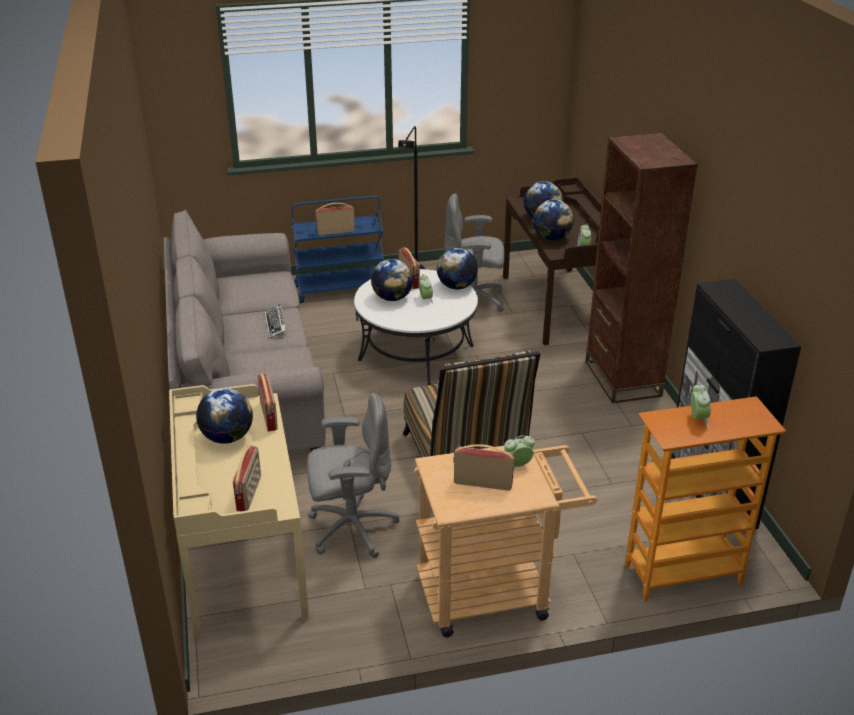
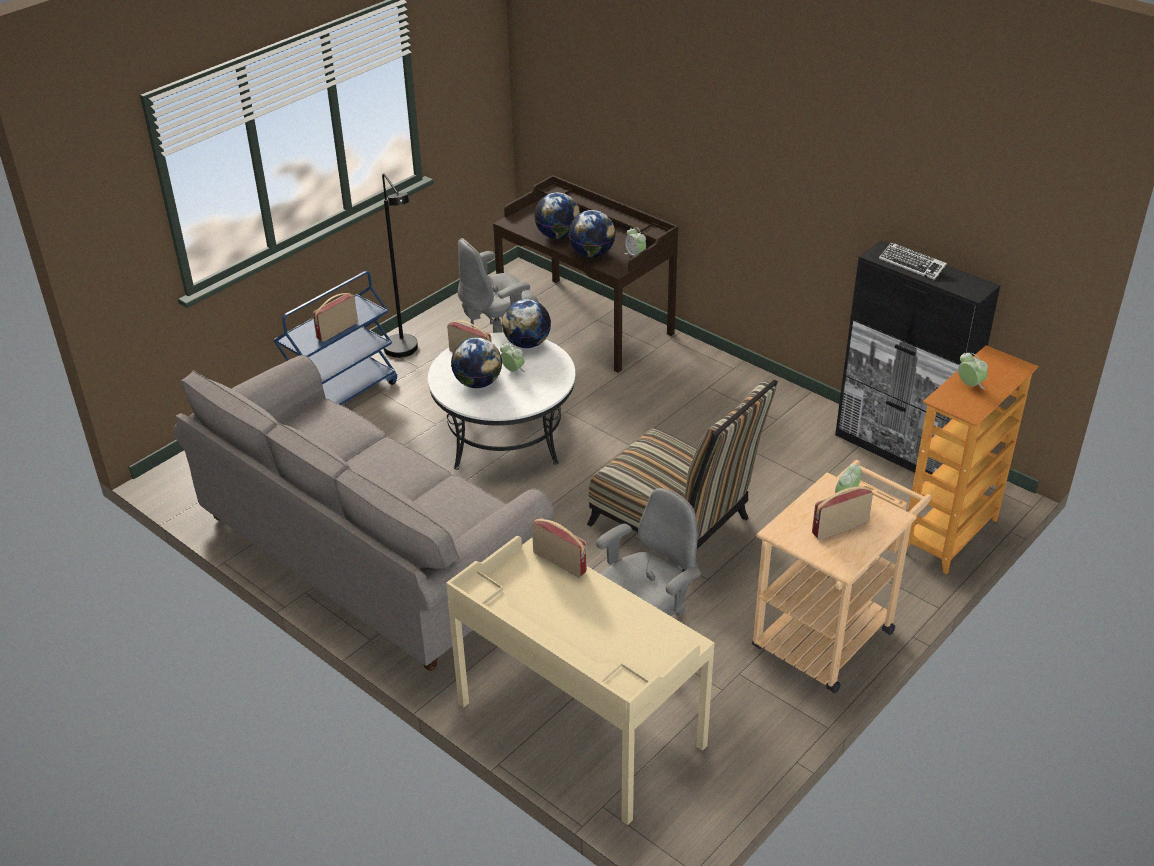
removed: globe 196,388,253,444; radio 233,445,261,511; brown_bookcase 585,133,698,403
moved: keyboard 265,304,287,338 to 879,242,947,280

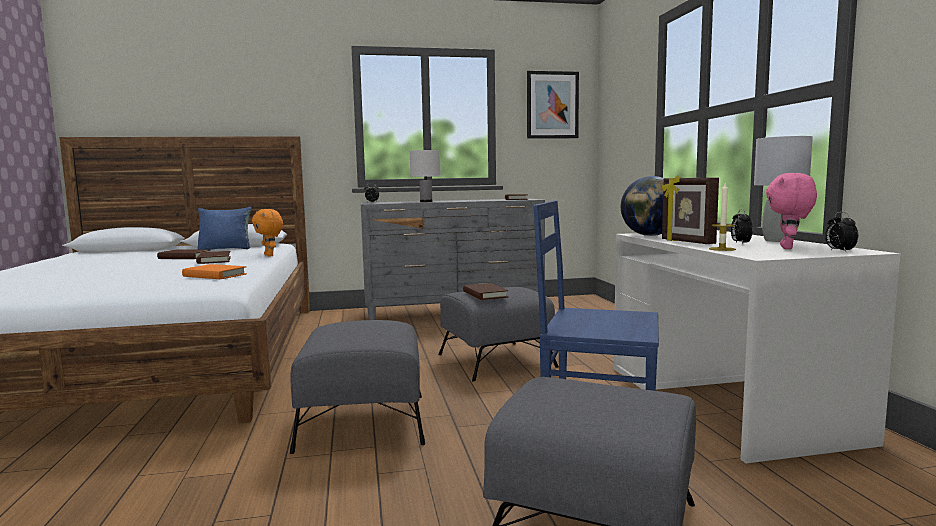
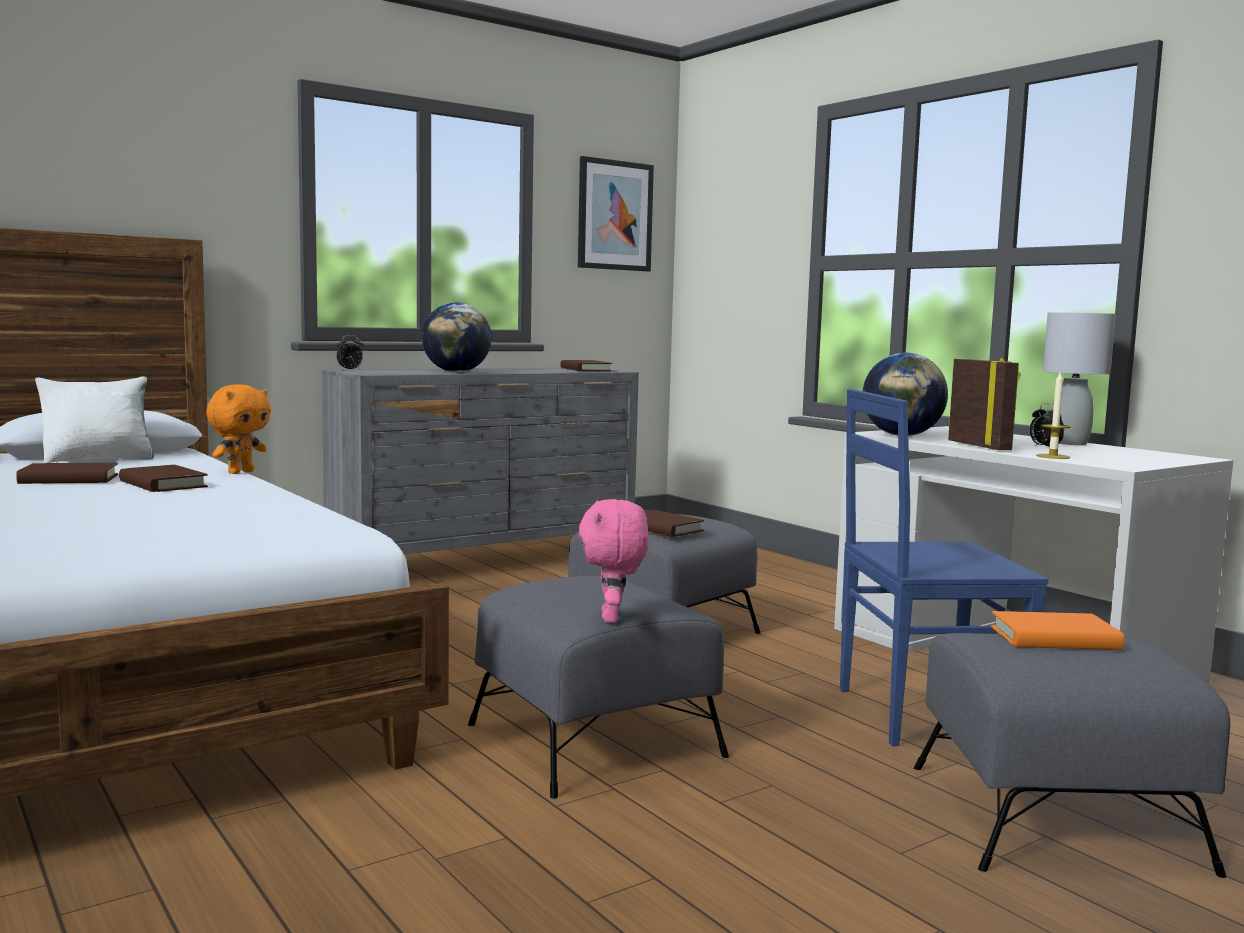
removed: alarm_clock 825,212,858,252
moved: orange_book 182,264,247,279 to 991,611,1124,650; pink_plush_toy 766,173,817,249 to 579,499,649,623
replaced: white_table_lamp 409,150,441,202 to globe 422,302,492,372
recoloured: blue_pillow 198,207,252,250 to white_pillow 35,376,154,463
turned: orange_plush_toy 252,209,283,256 = 206,384,271,474 90 degrees counterclockwise; picture_frame 662,175,719,244 = 948,357,1021,450 150 degrees counterclockwise

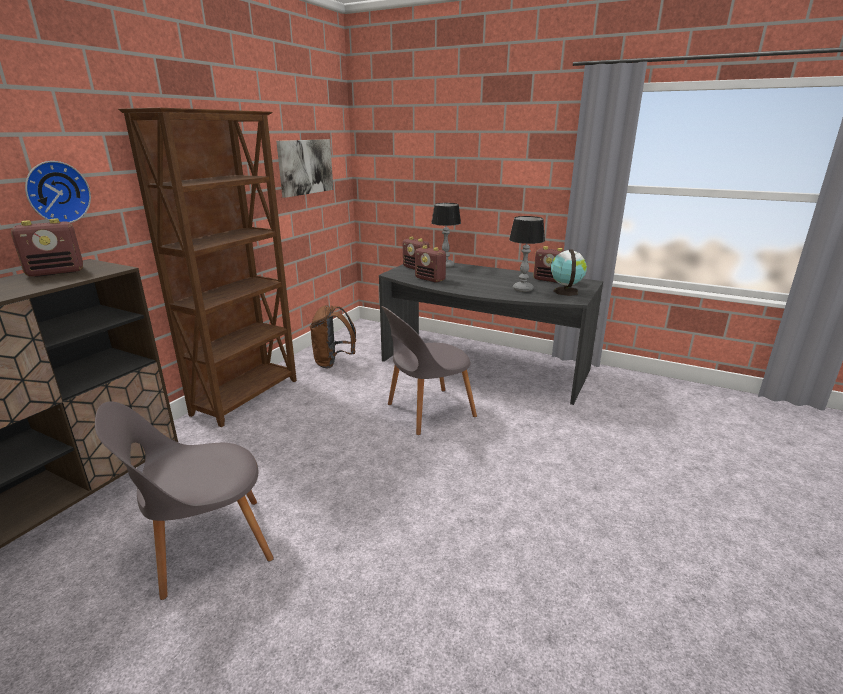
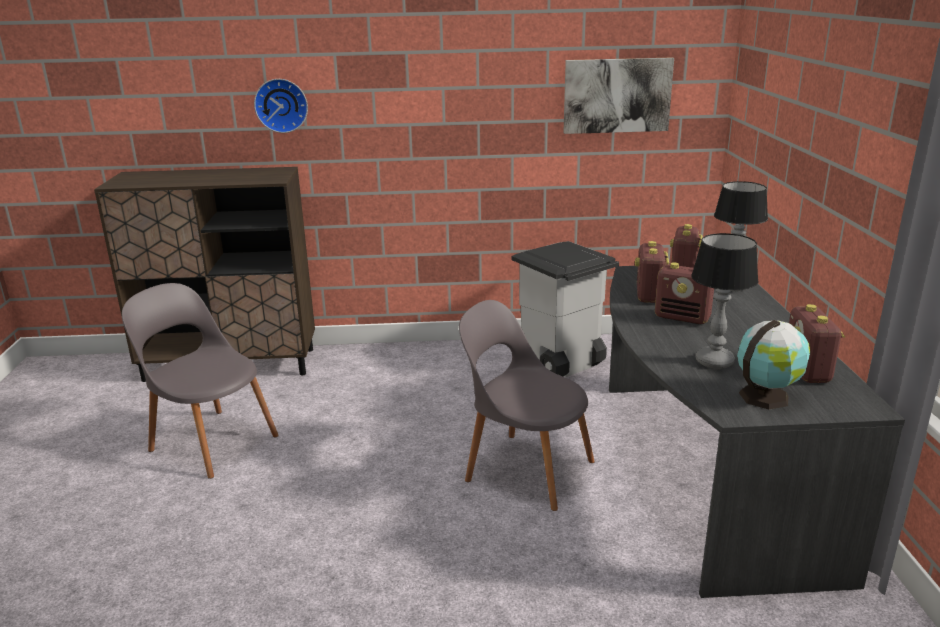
removed: brown_bookcase 118,108,297,427
moved: radio 11,218,83,277 to 655,262,714,324
replaced: brown_backpack 310,305,356,368 to grey_trash_can 512,241,619,377

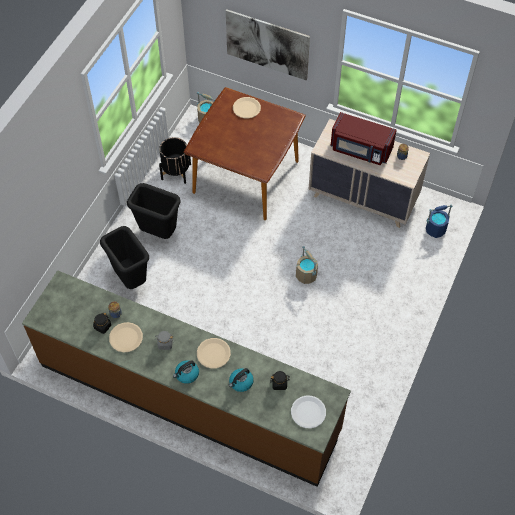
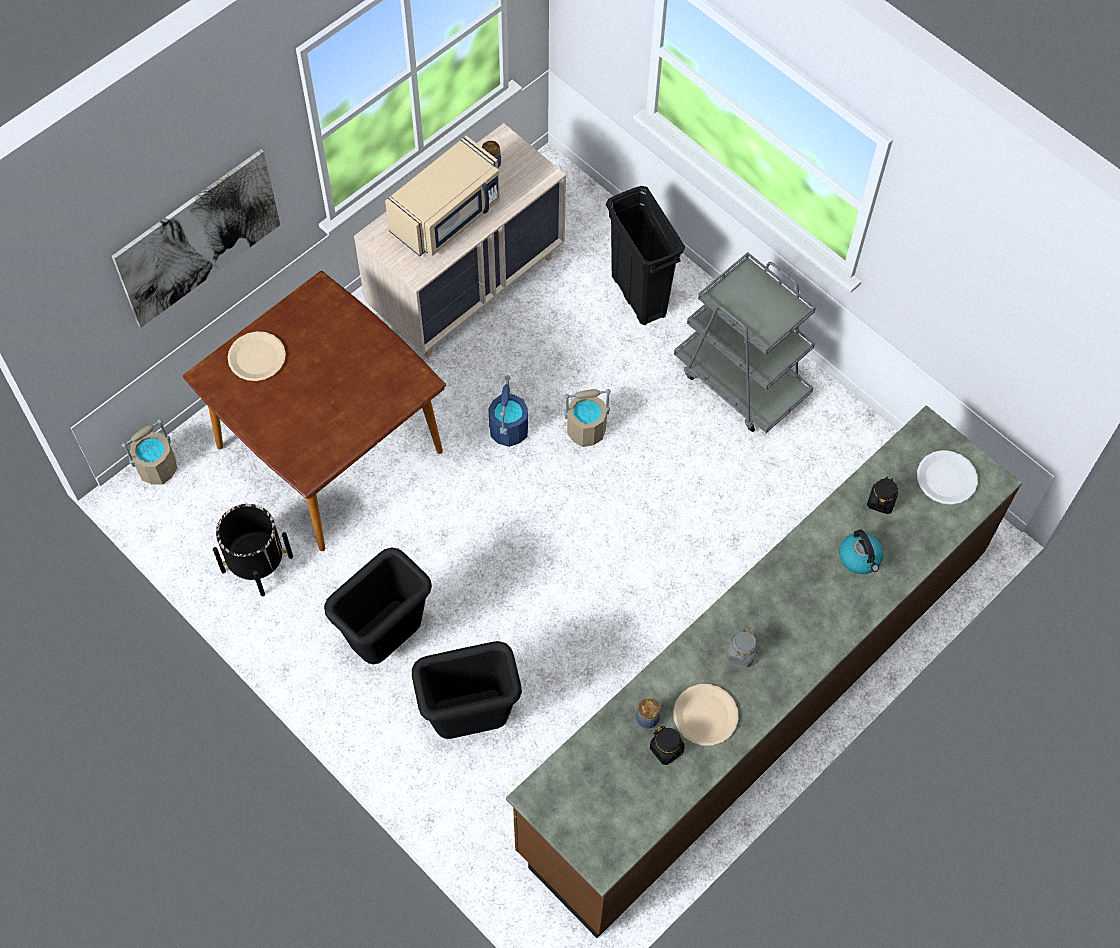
removed: kettle 173,360,199,384; beige_plate 197,338,231,368
added: black_trash_can 606,186,685,325; grey_cart 674,252,816,433
moved: blue_bucket 426,205,453,238 to 488,375,528,447
recoloured: red_microwave 331,112,397,165 to beige_microwave 385,135,500,256

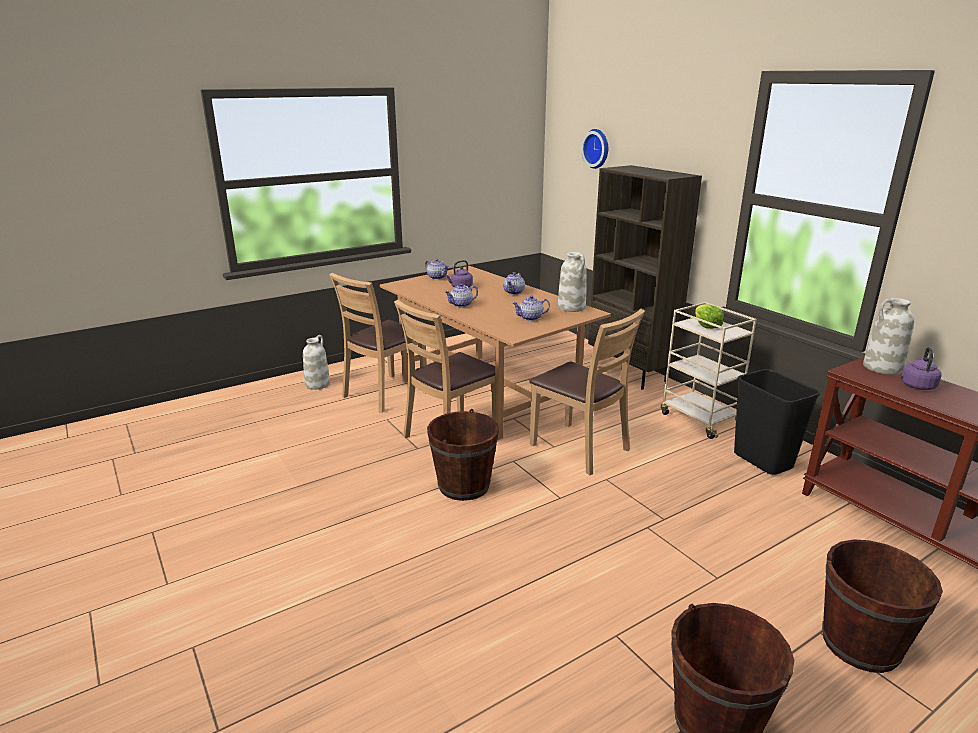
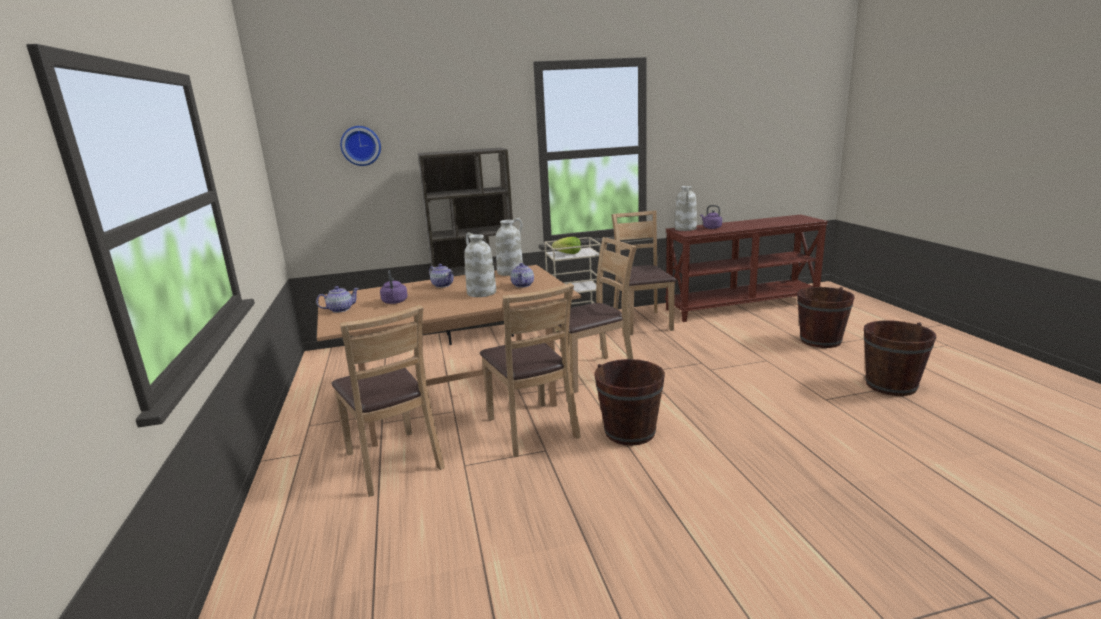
removed: teapot 444,283,478,307
moved: white_vase 303,335,330,390 to 465,232,496,297
replaced: black_trash_can 734,369,820,475 to brown_chair 612,211,676,335

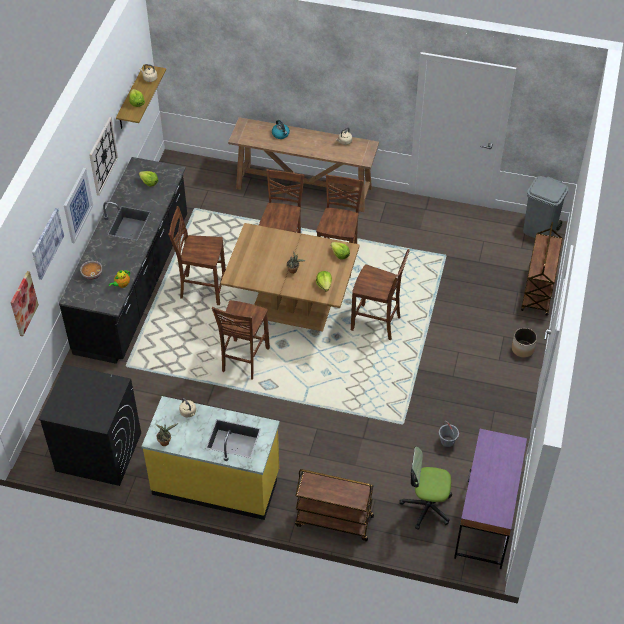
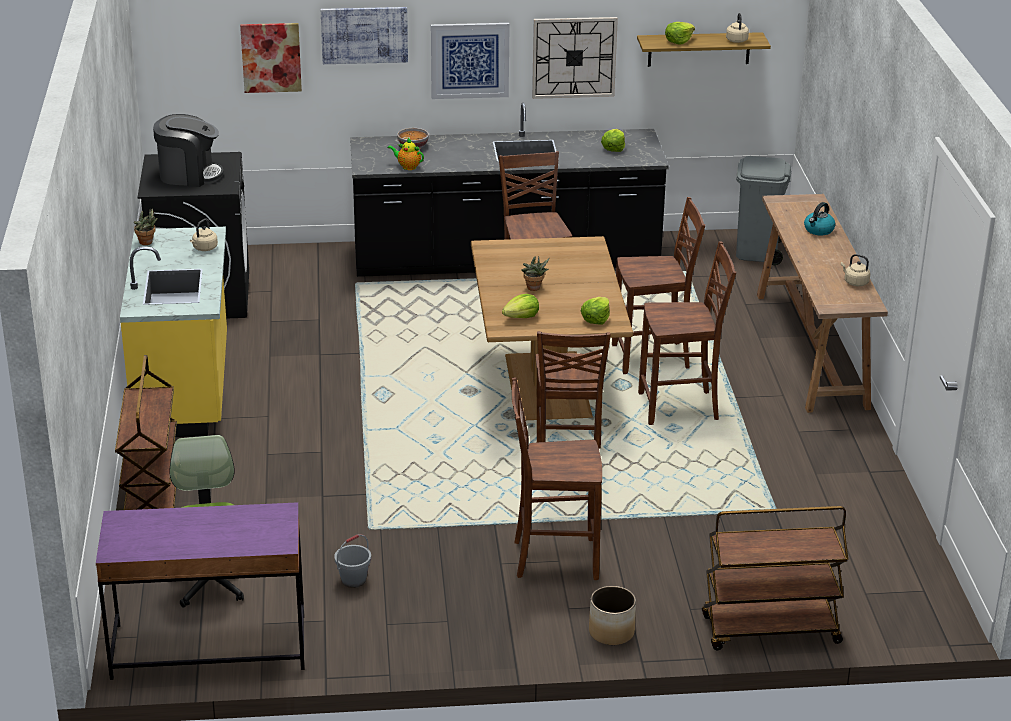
added: coffee_machine 153,114,223,187
moved: brown_chair 212,300,270,379 to 512,377,602,580; grey_trash_can 523,176,568,238 to 736,156,791,265

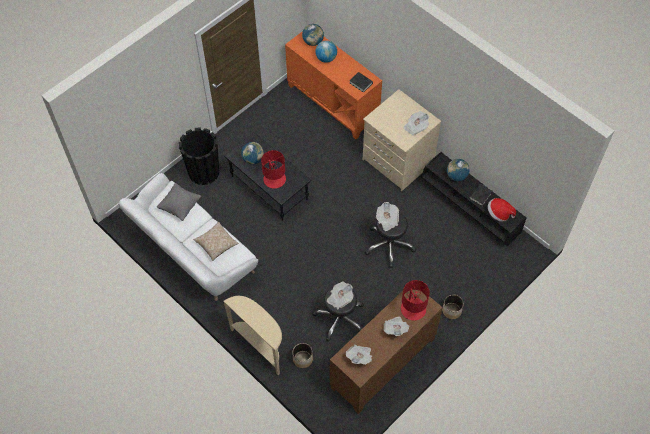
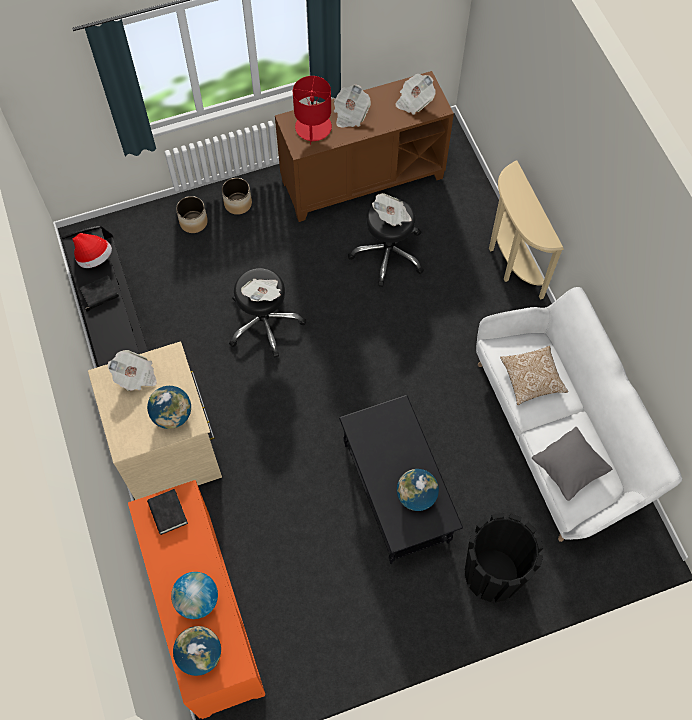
removed: red_table_lamp 261,150,286,189
moved: planter 292,343,313,368 to 176,196,208,233; globe 447,159,469,181 to 147,386,191,429

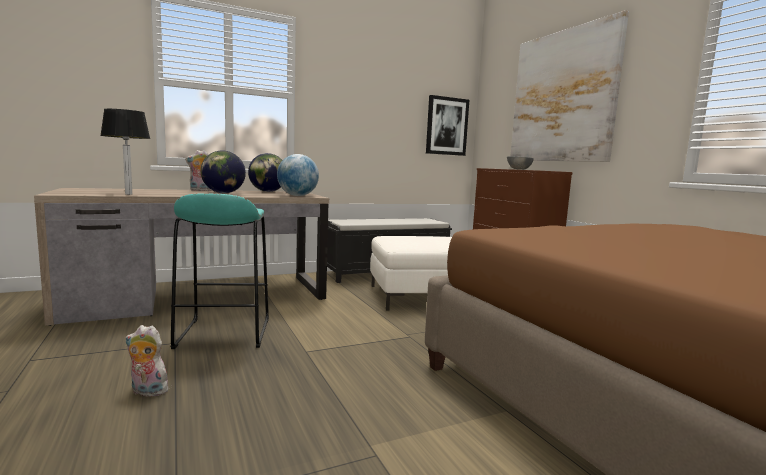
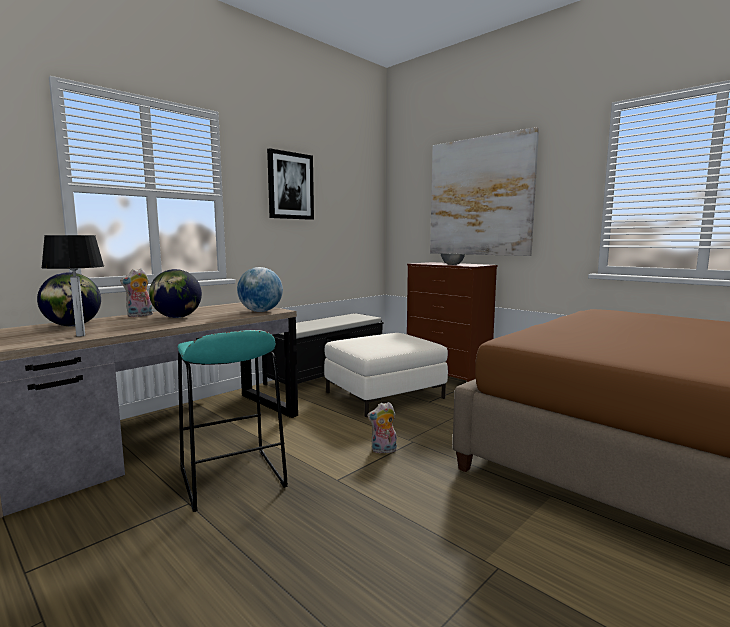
moved: plush_toy 125,325,168,397 to 367,402,397,454; globe 248,153,282,192 to 37,272,101,326; picture 426,95,469,156 to 267,148,314,220

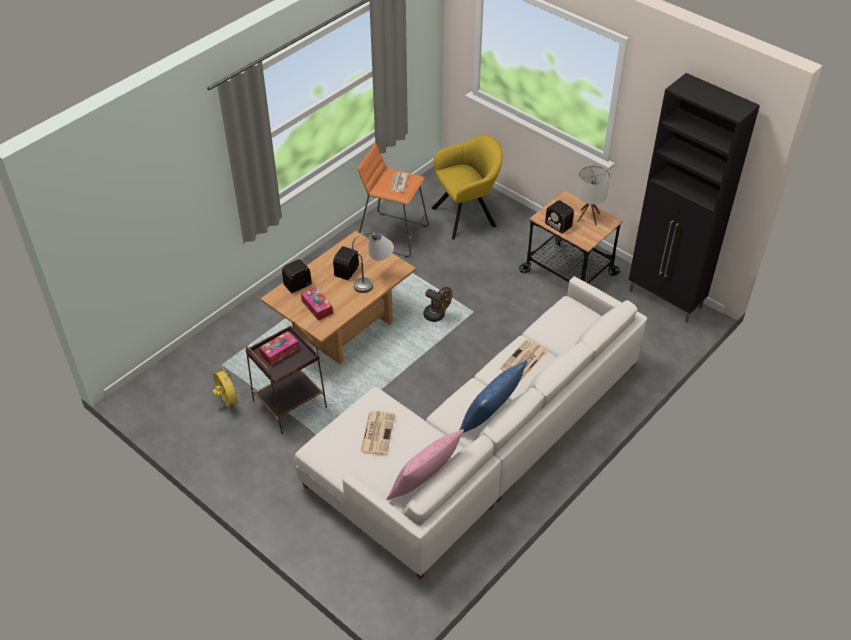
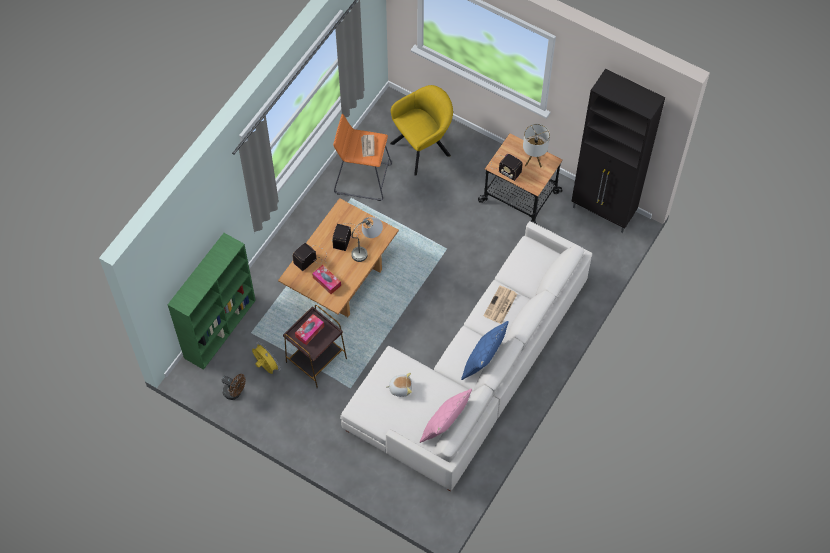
added: green_bookcase 168,233,256,370
moved: brown_fan 423,287,452,322 to 221,374,245,400
replaced: newspaper 360,411,395,455 to plush_toy 386,373,412,397

